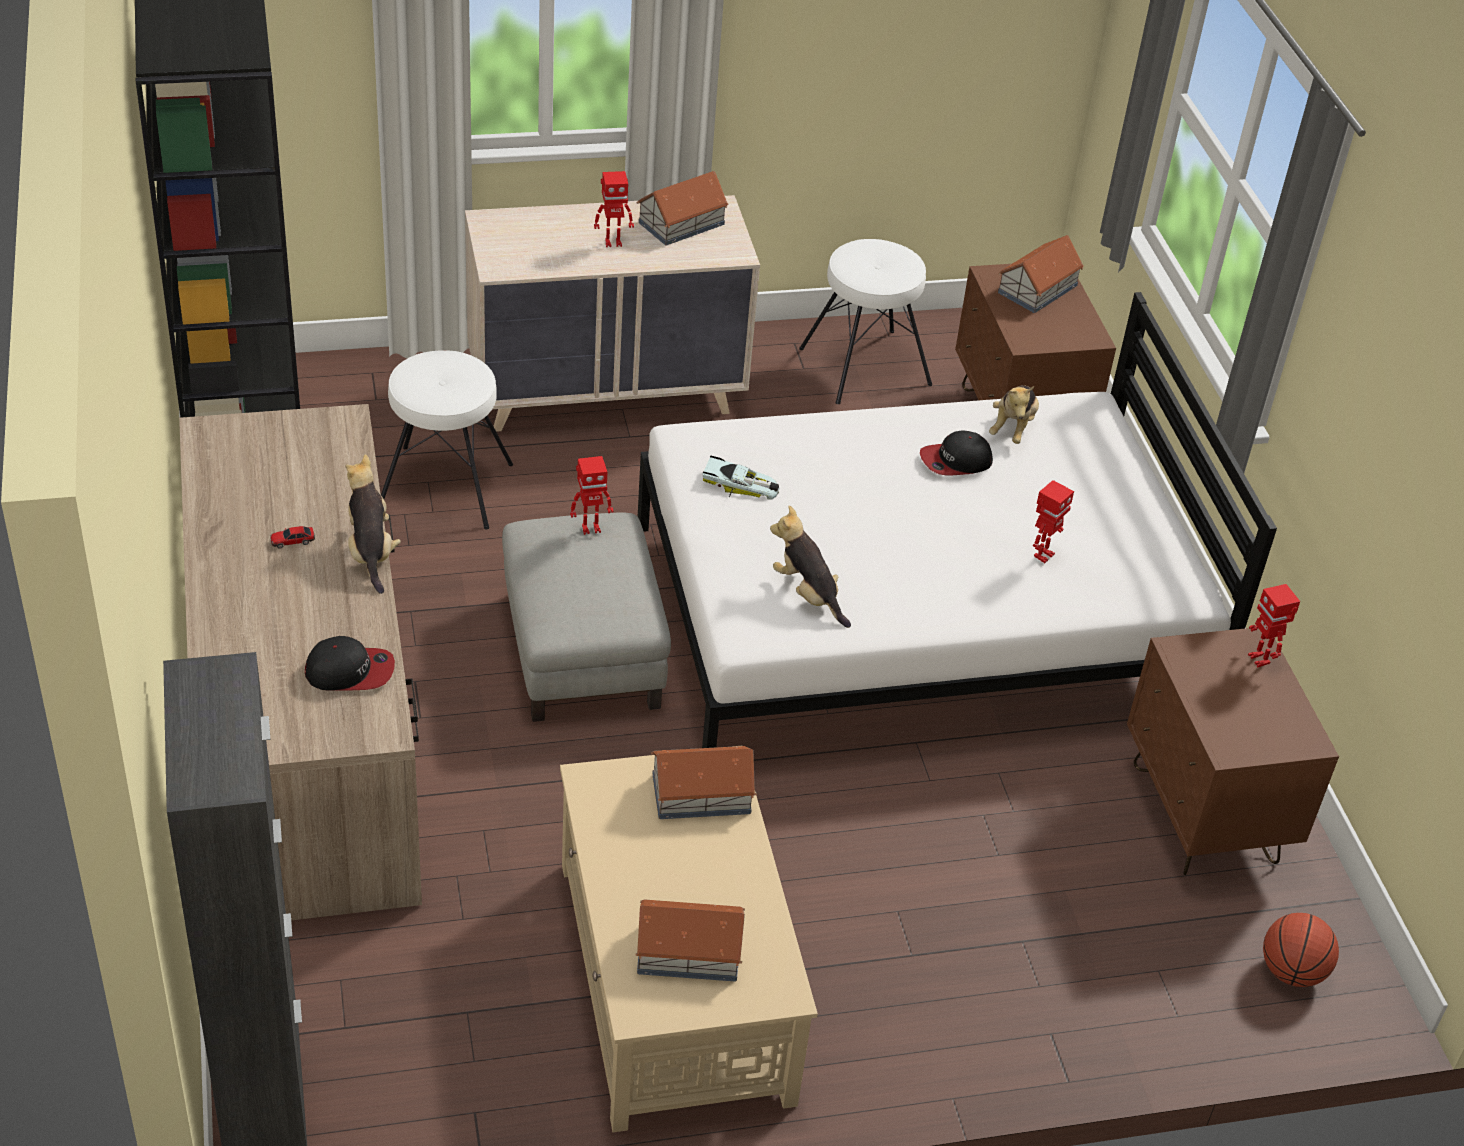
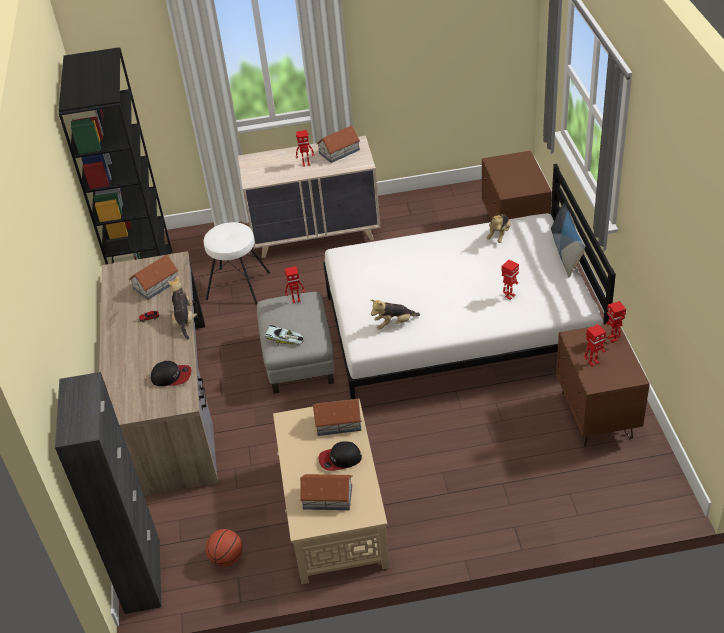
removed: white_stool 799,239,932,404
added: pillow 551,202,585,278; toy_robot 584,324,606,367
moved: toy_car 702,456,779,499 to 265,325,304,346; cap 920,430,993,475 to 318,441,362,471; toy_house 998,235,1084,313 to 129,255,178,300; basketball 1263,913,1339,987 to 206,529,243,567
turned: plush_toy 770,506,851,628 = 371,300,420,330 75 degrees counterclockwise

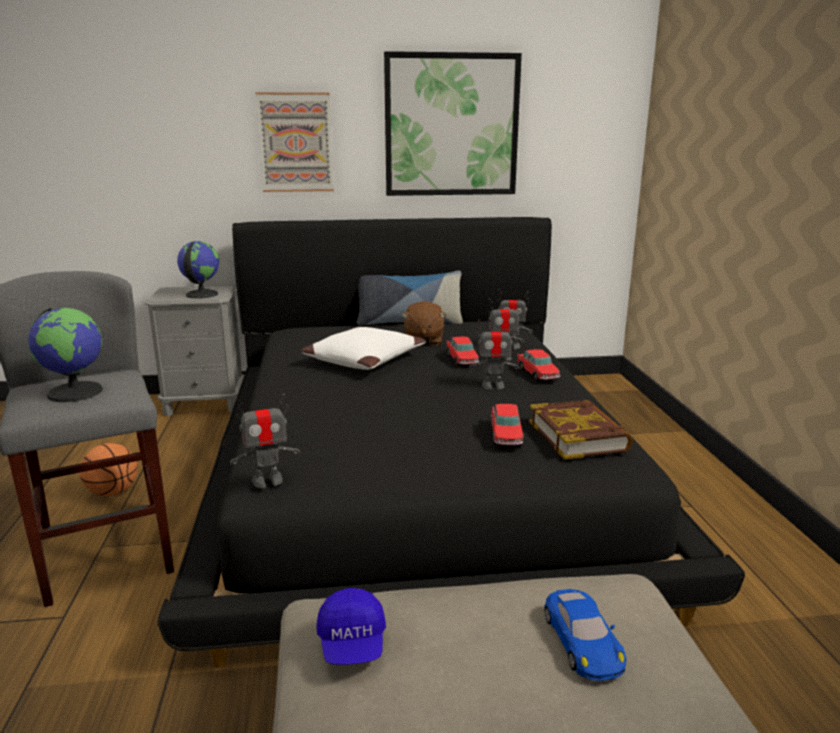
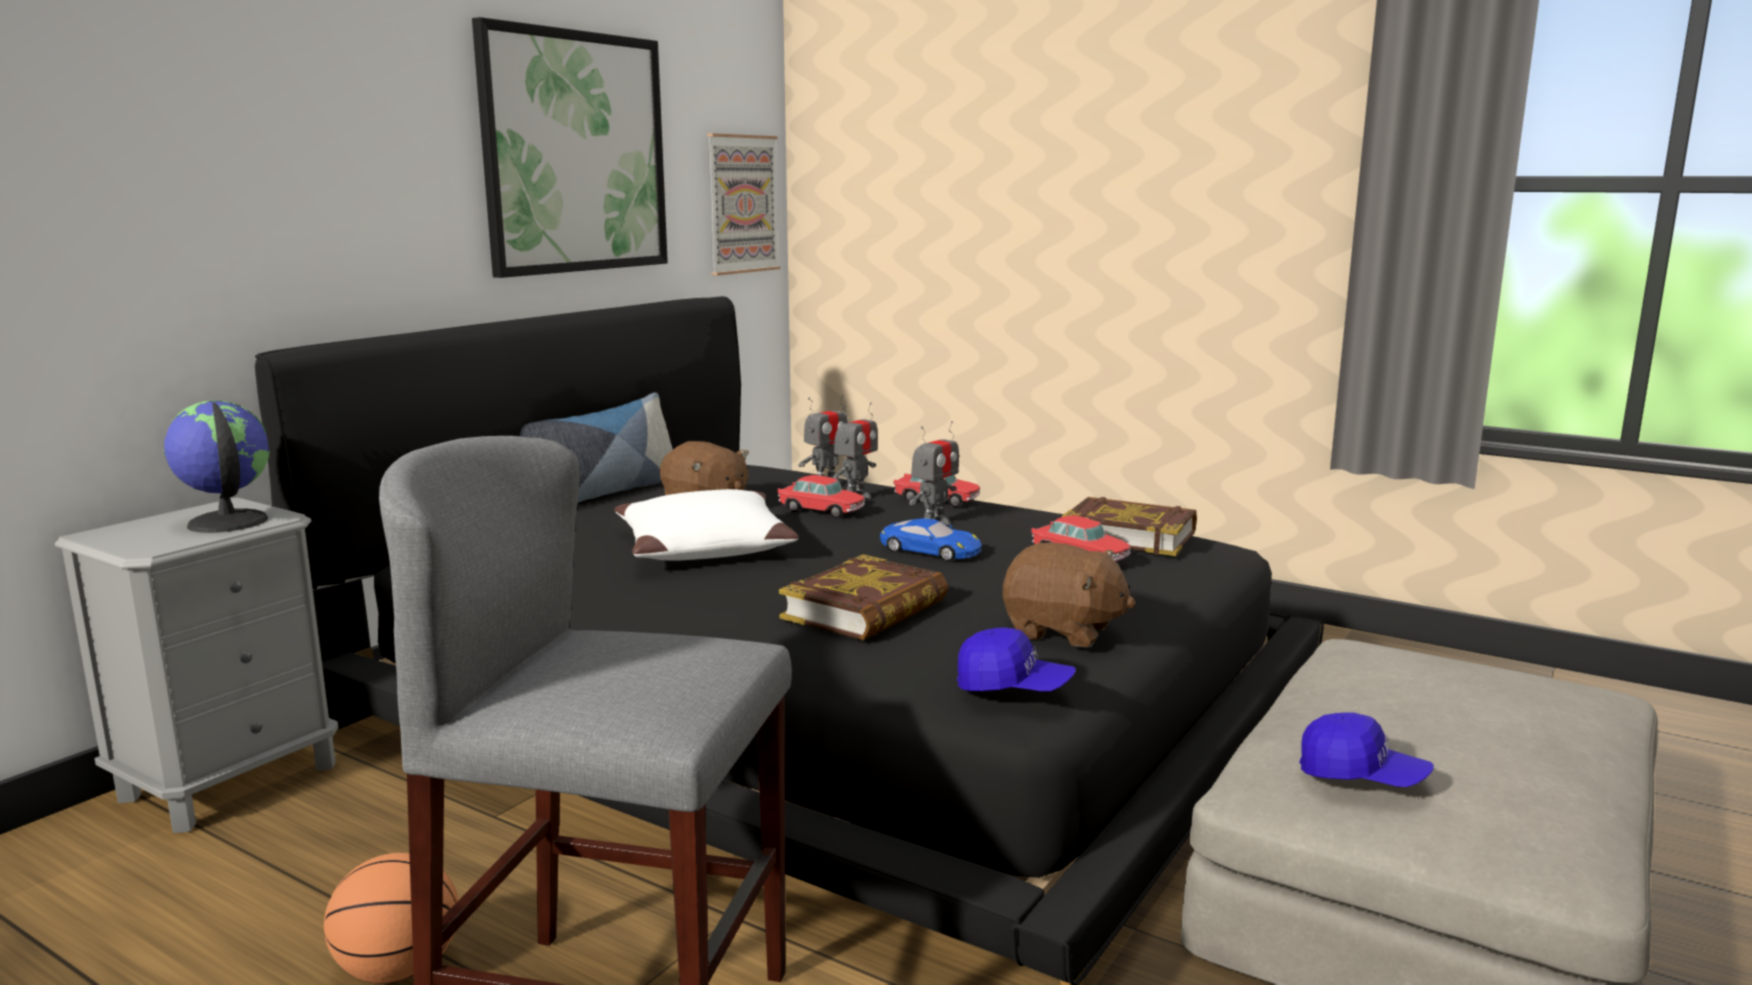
removed: globe 28,308,103,402
added: book 779,555,948,640; brown_plush_toy 1003,543,1136,647
moved: picture 256,92,334,192 to 707,133,780,276; blue_toy_car 544,589,627,681 to 880,518,982,562
replaced: toy_robot 230,394,300,488 to blue_cap 957,627,1076,692

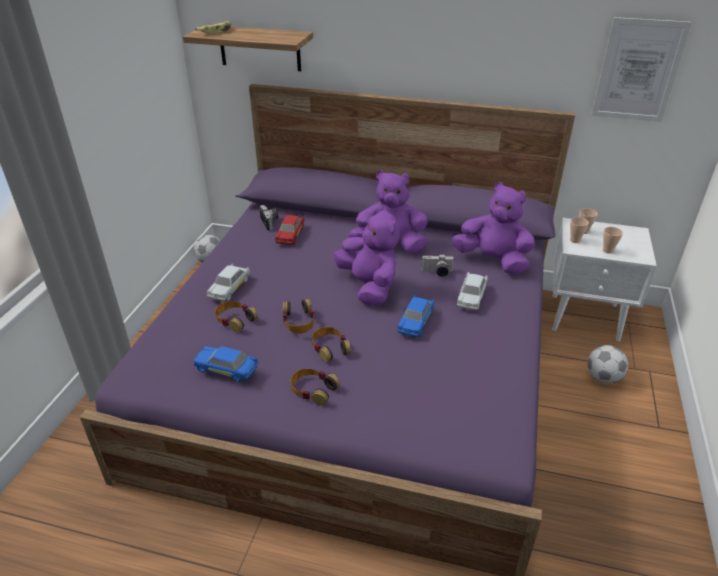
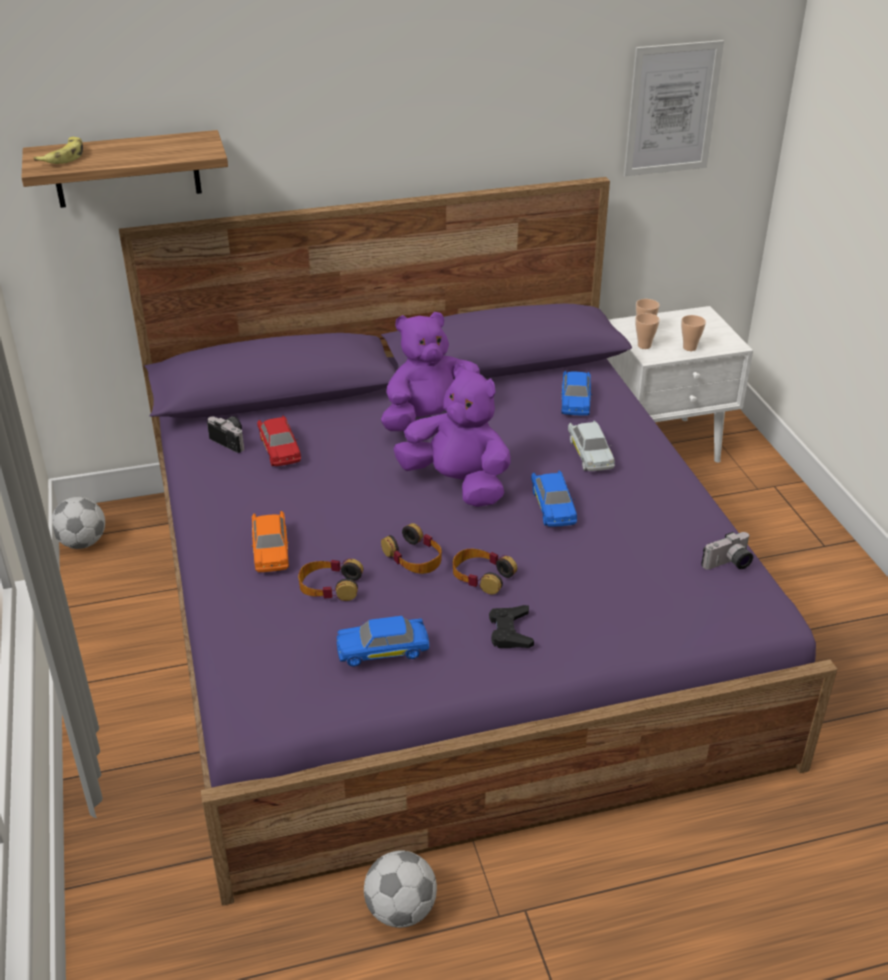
moved: photo_camera 421,254,454,277 to 701,532,753,570; football 587,345,628,383 to 364,851,437,928
replaced: headphones 290,369,340,405 to black_game_controller 489,605,534,648; purple_plush_toy 452,182,535,274 to blue_toy_car 561,371,592,416
recoloured: white_toy_car 207,264,250,301 to orange_toy_car 251,511,289,572

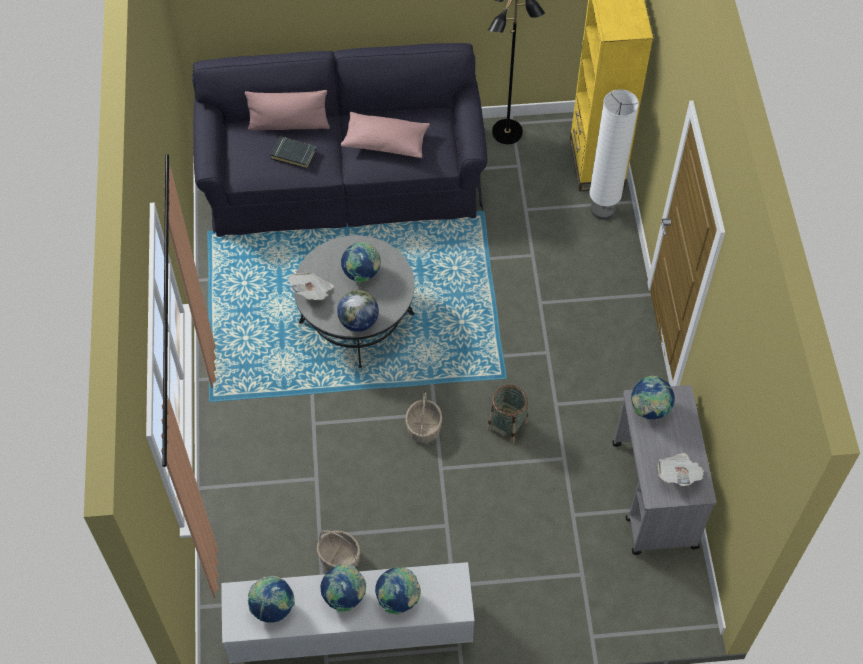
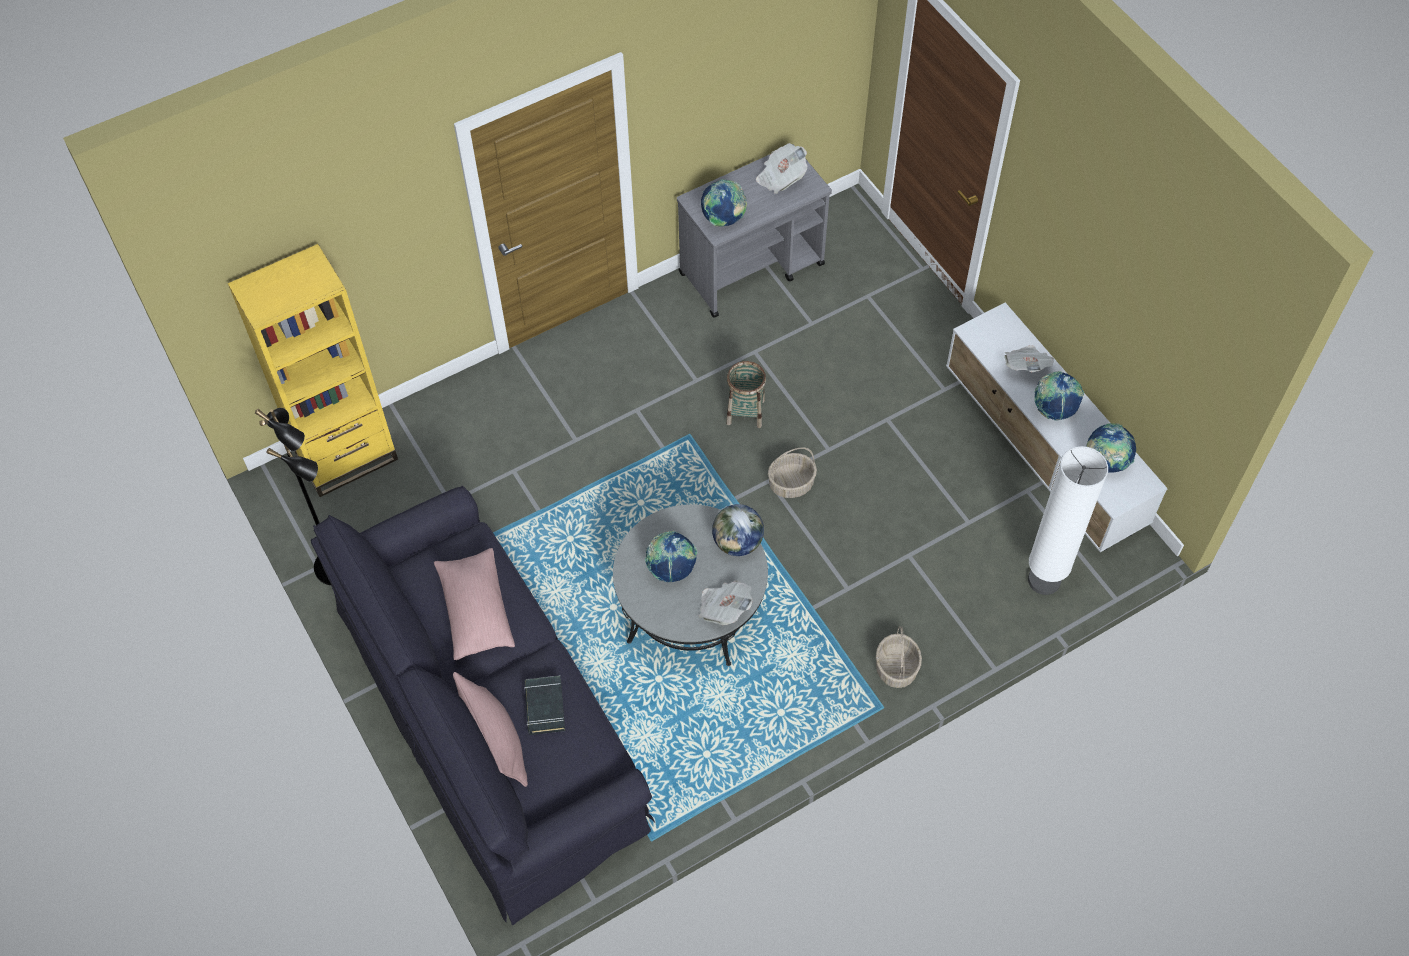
moved: basket 317,530,360,570 to 876,626,922,688; white_floor_lamp 589,89,639,220 to 1028,446,1108,595
replaced: globe 375,567,421,614 to newspaper 1004,345,1054,372

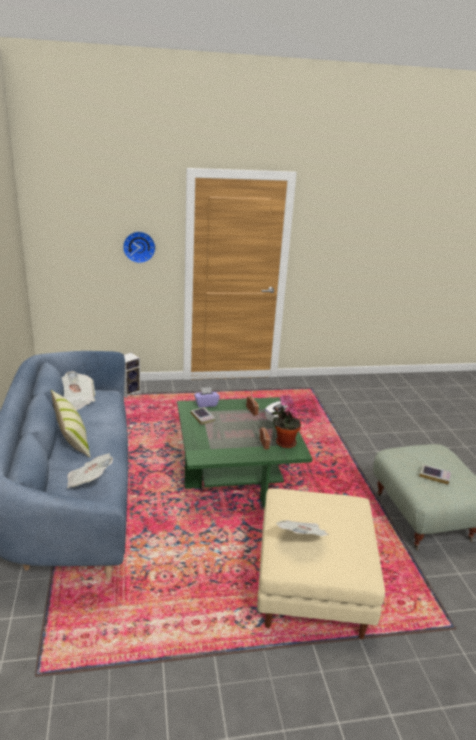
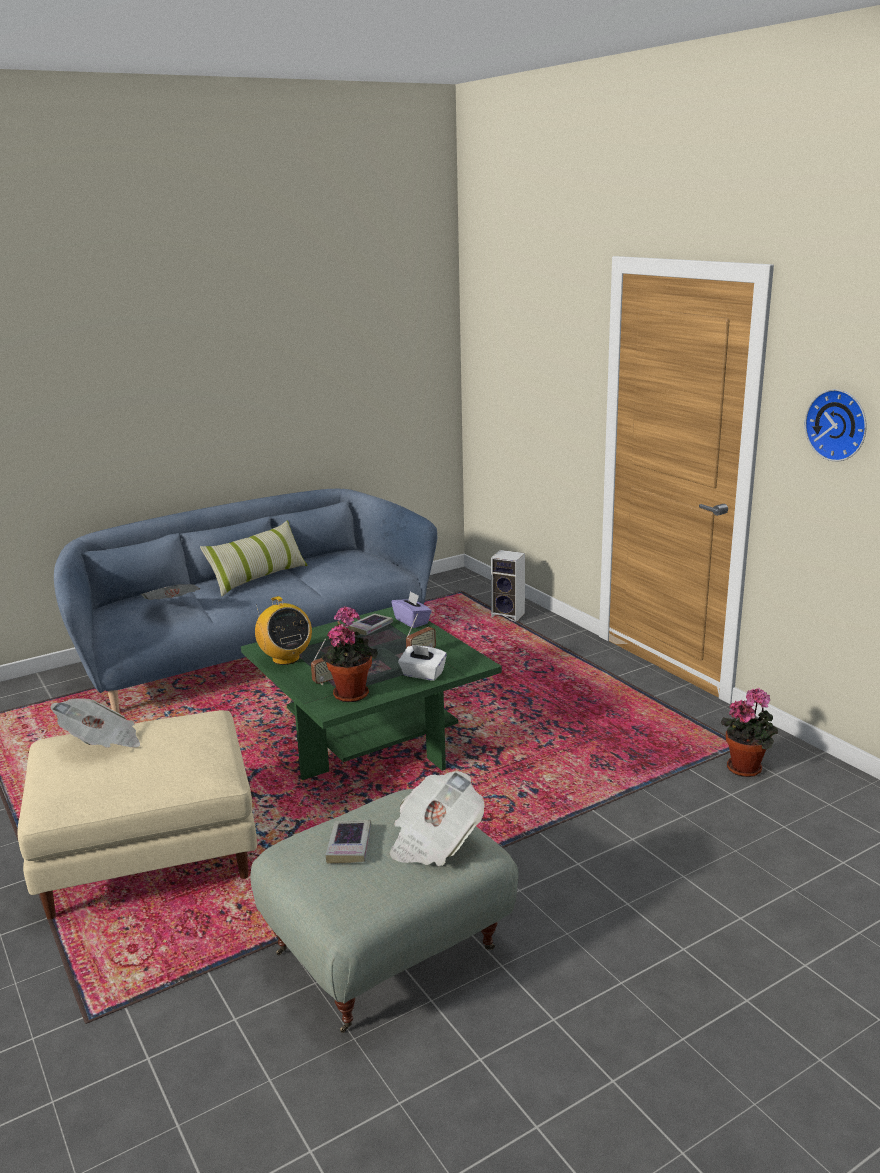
added: radio 255,596,312,665; potted_plant 721,688,778,777
moved: newspaper 62,371,95,410 to 390,771,484,866; wall_clock 123,231,156,263 to 805,389,867,462

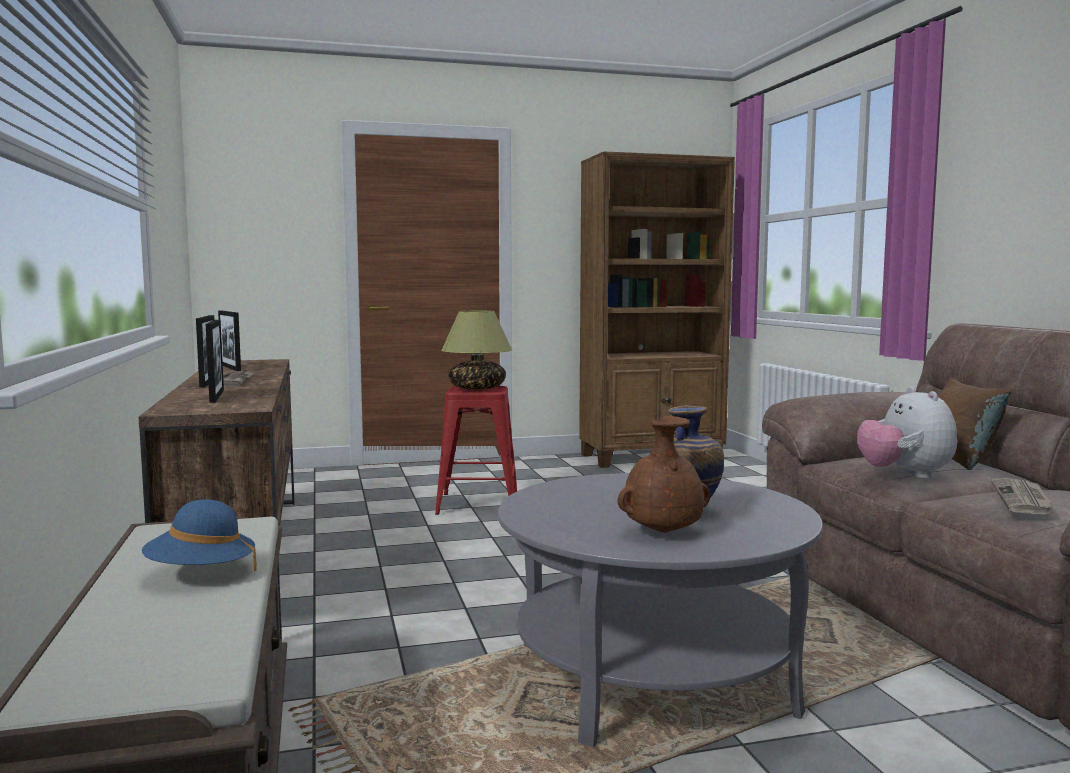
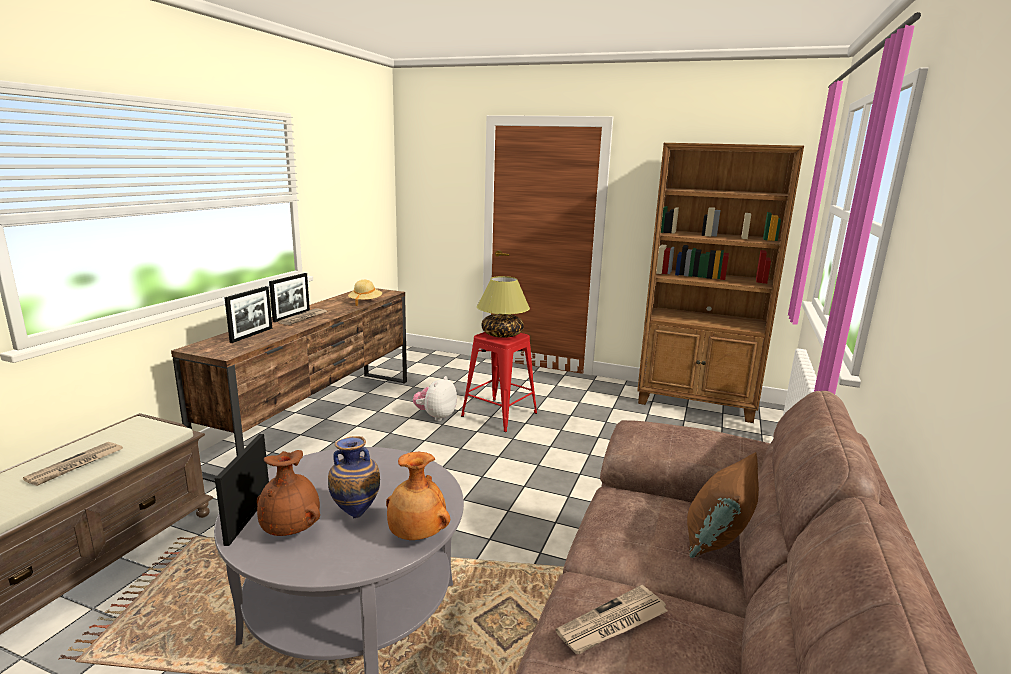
added: beige_hat 348,280,382,306; brown_vase 386,452,450,540
moved: picture_frame 218,311,241,371 to 215,434,269,546; plush_toy 857,387,957,479 to 413,376,457,421
replaced: blue_hat 142,499,257,571 to newspaper 23,442,123,486

